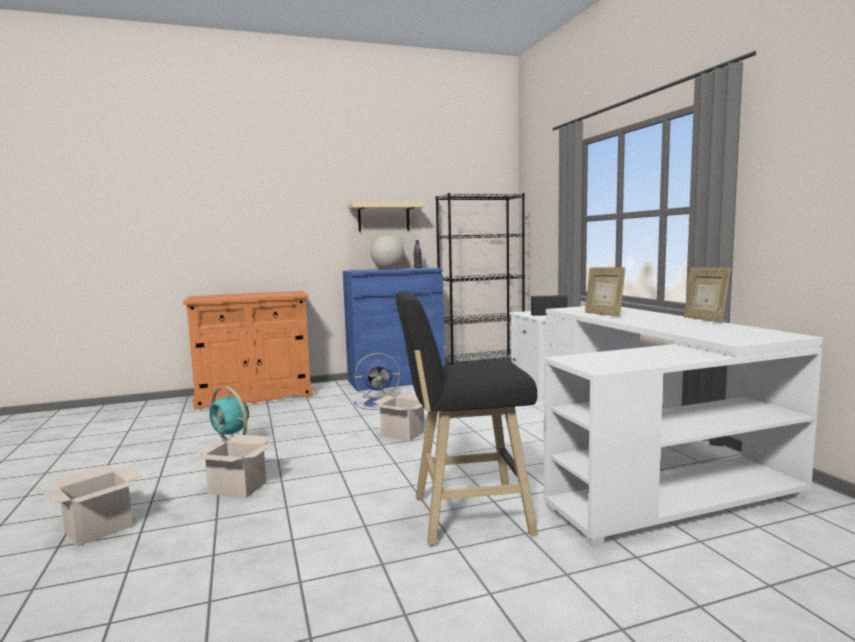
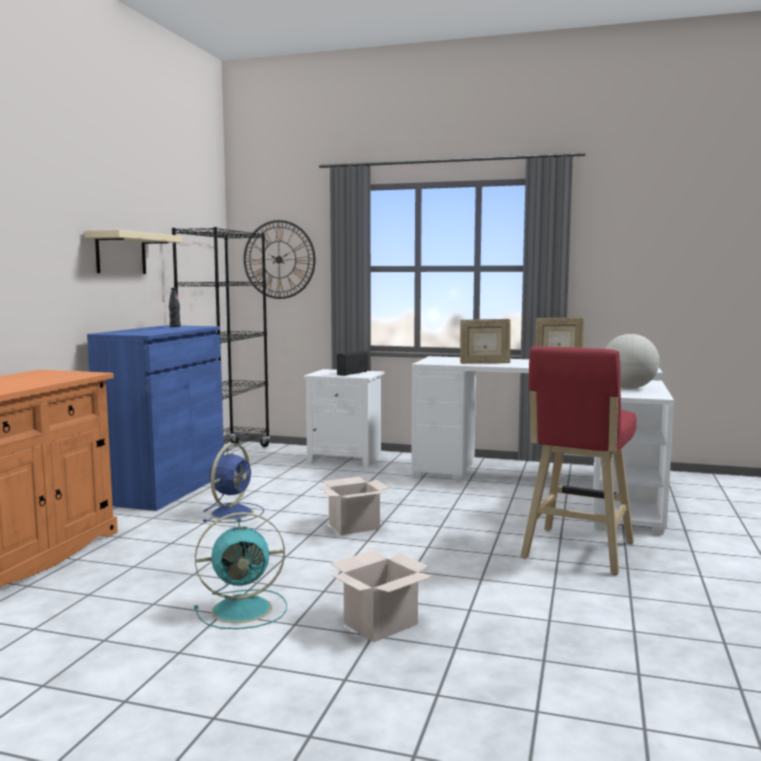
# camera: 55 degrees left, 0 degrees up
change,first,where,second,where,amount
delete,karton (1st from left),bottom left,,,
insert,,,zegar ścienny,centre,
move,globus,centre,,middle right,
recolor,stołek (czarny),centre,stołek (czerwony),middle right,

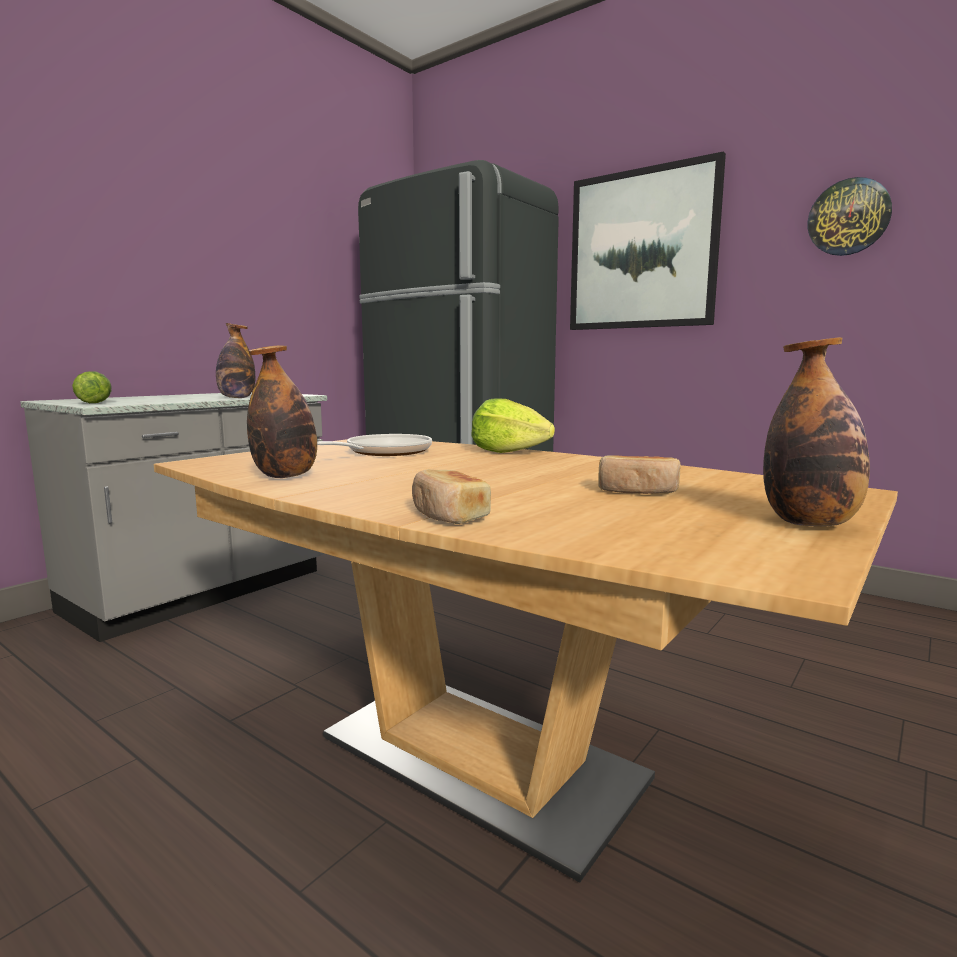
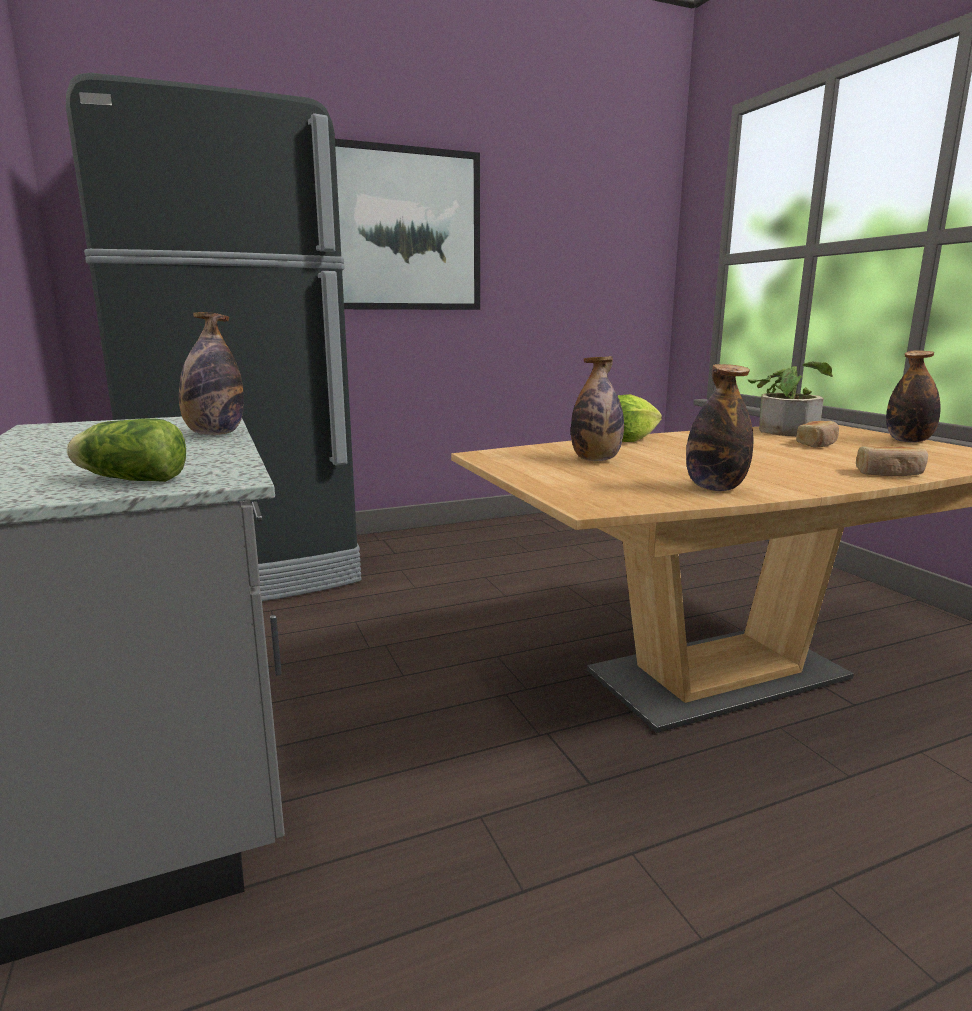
# camera: 60 degrees left, 5 degrees up
change,first,where,second,where,amount
delete,zegar ścienny,top right,,,
insert,,,roślina doniczkowa,middle right,
replace,patelnia,centre,butelka (2nd from left),centre,

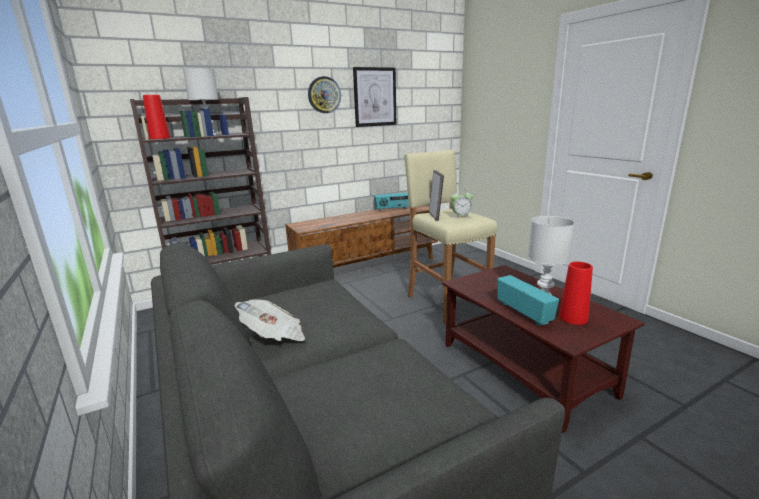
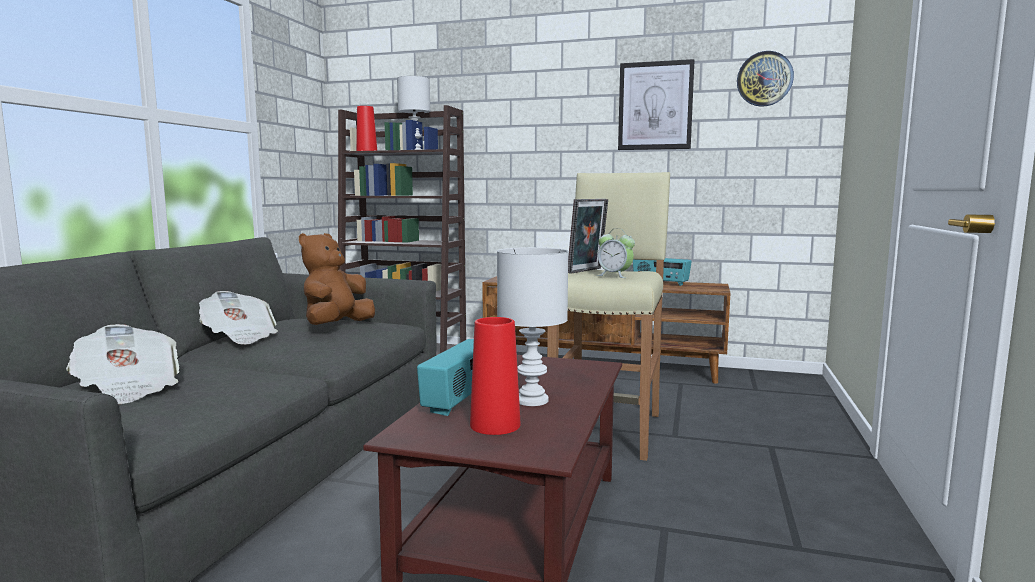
# camera: 45 degrees right, 10 degrees down
change,first,where,second,where,amount
insert,,,gazeta (1st from left),middle left,
insert,,,pluszak (brązowy),middle left,
move,zegar ścienny,top centre,,top right,

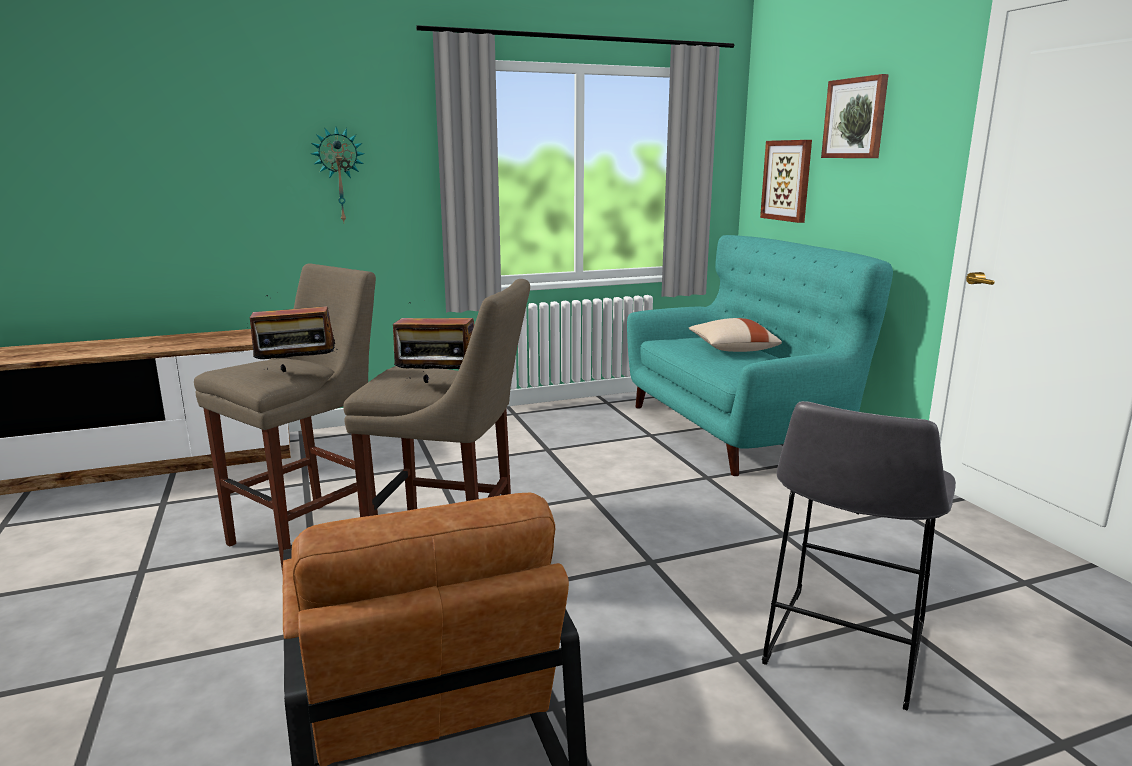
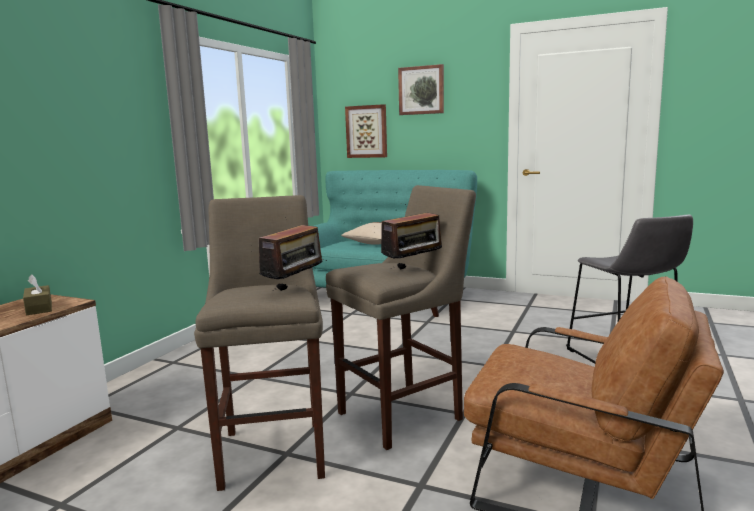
# camera: 45 degrees left, 5 degrees down
change,first,where,second,where,amount
delete,zegar ścienny,top left,,,
insert,,,pudełko chusteczek (brązowy),middle left,

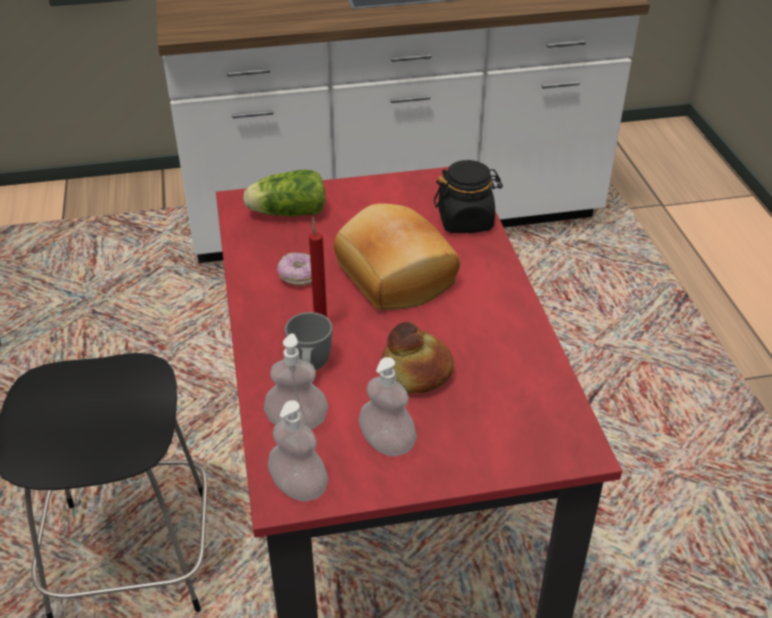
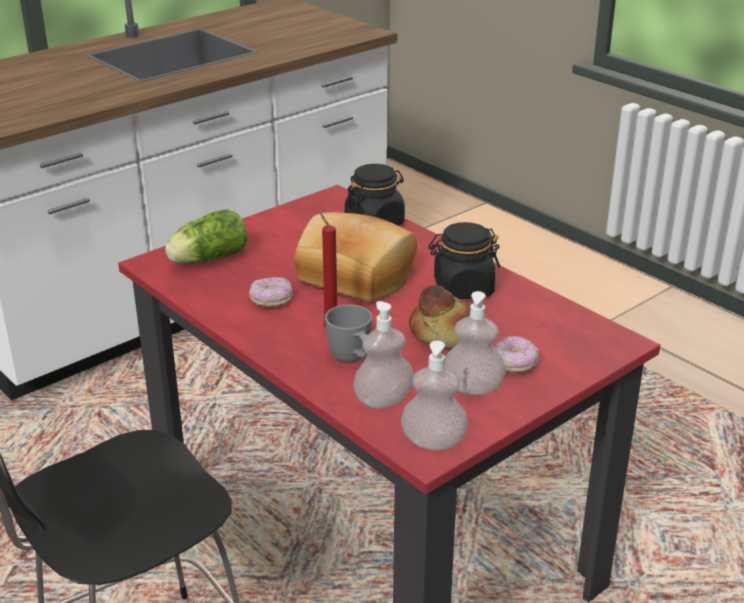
# camera: 30 degrees left, 10 degrees down
change,first,where,second,where,amount
insert,,,słoik (czarny) (2nd from left),centre,
insert,,,donut (2nd from left),middle right,

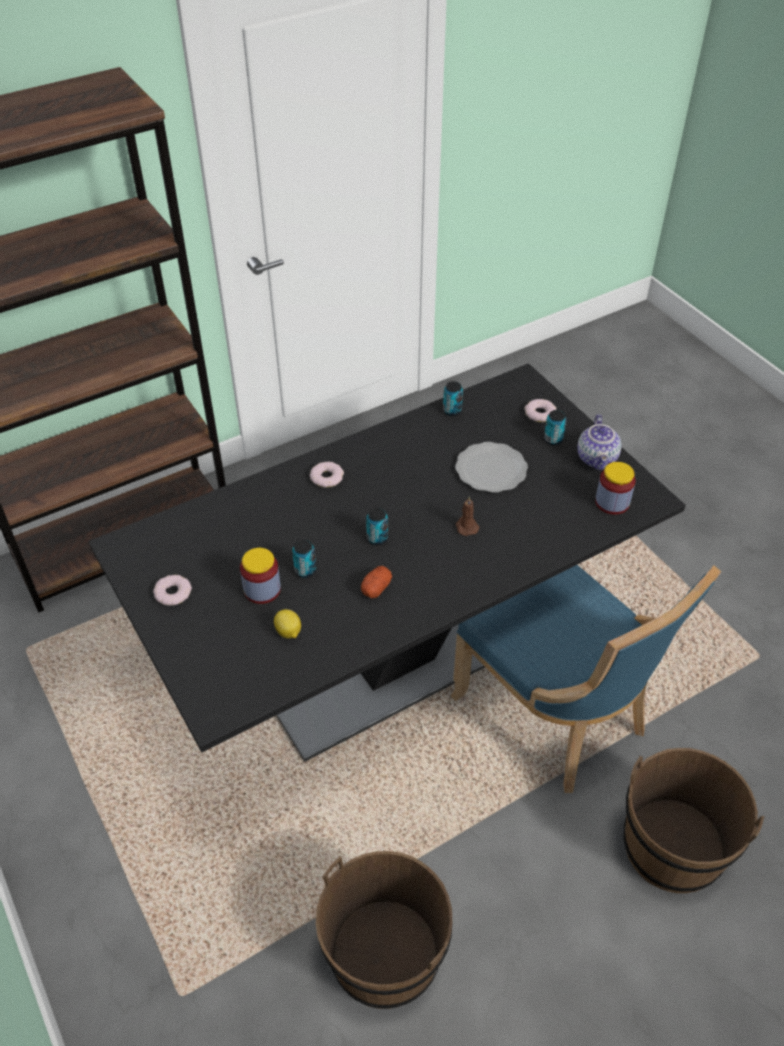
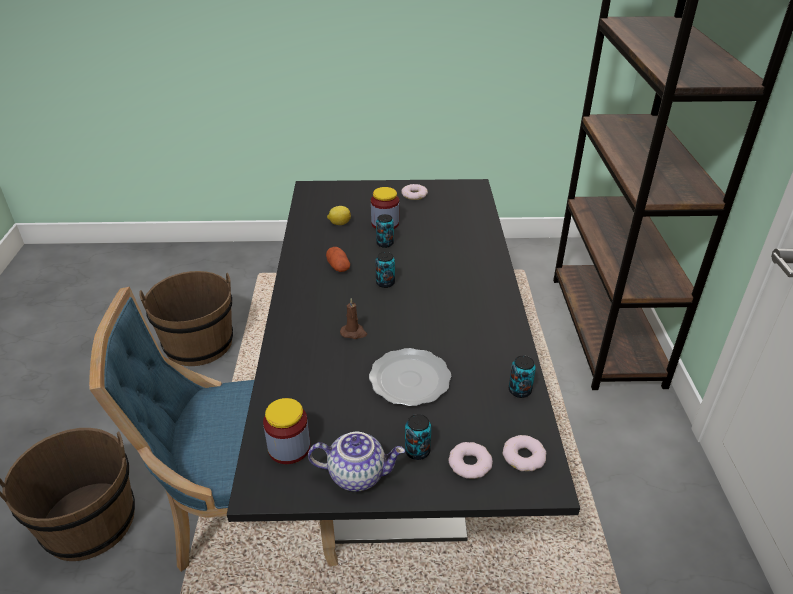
# camera: 120 degrees right, 10 degrees down
change,first,where,second,where,amount
move,donut (2nd from left in the first image),centre,donut (3rd from left),bottom centre,
rotate,imbryk,middle right,,bottom centre,150 degrees clockwise

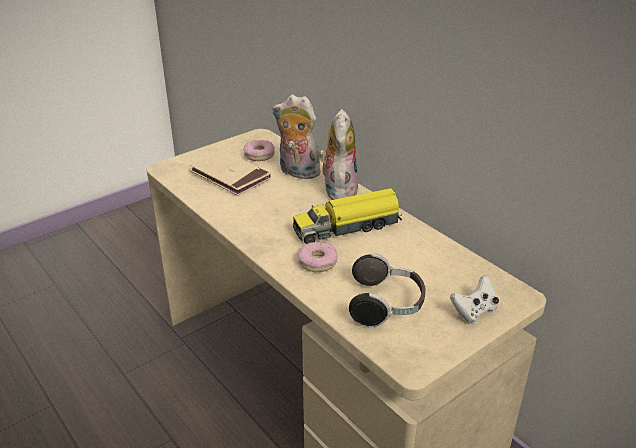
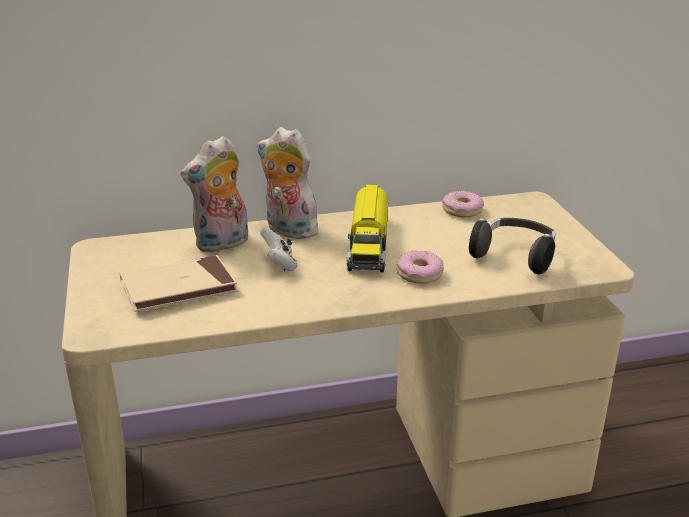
# camera: 65 degrees left, 5 degrees down
change,first,where,second,where,amount
move,donut (1st from left in the first image),centre,donut (2nd from left),middle right,
move,pad do gier (biały),bottom right,,centre,

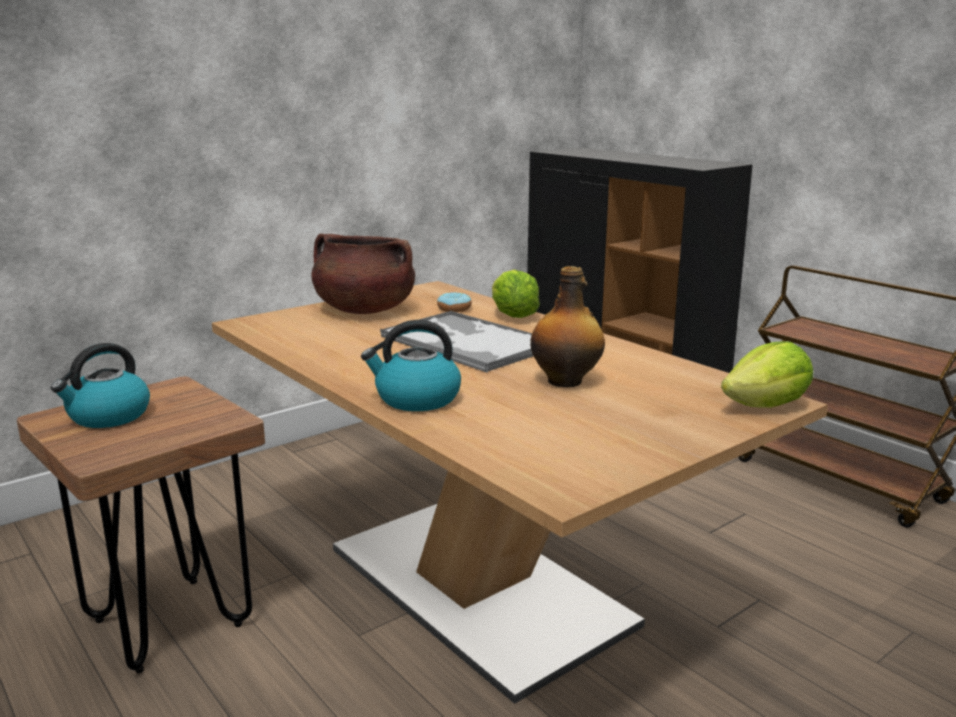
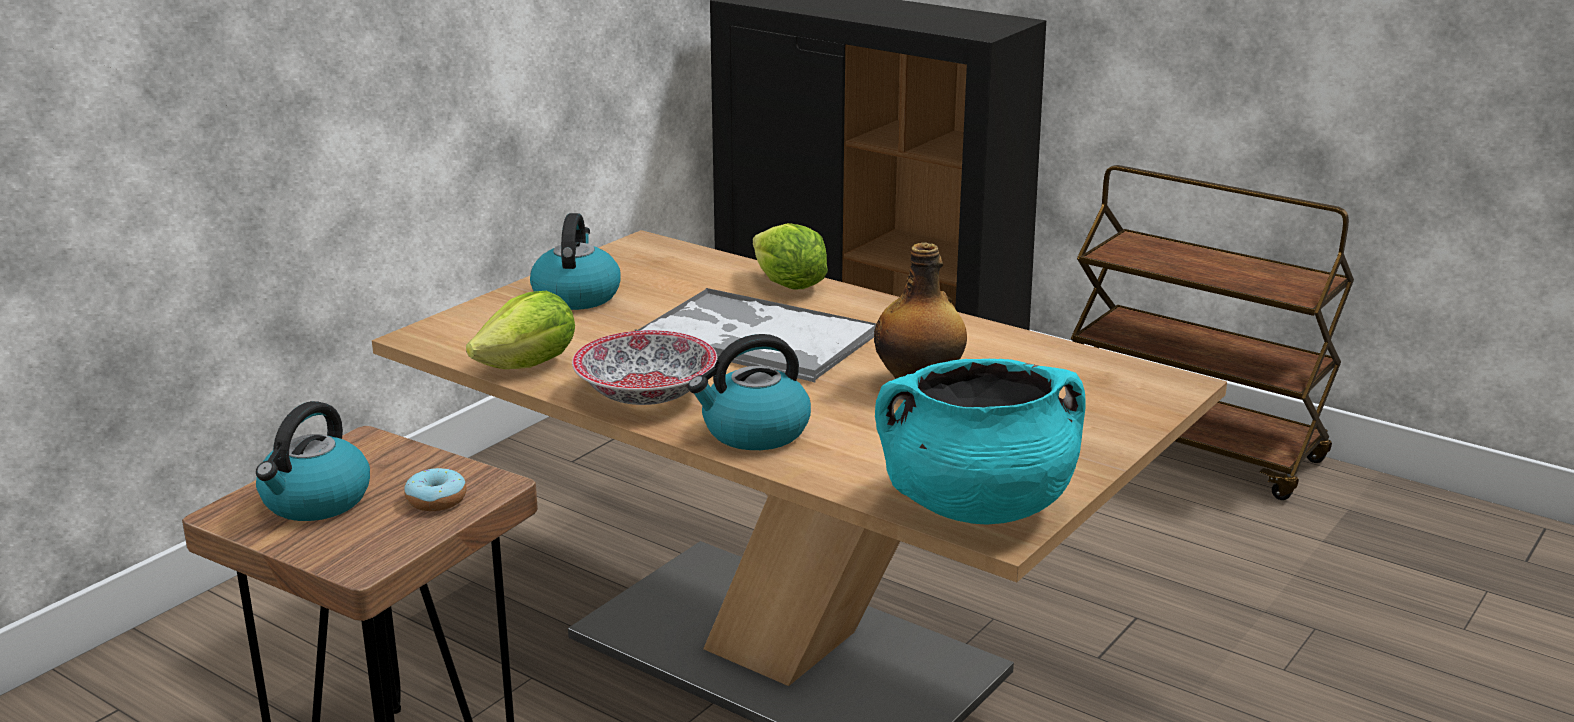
# camera: 15 degrees left, 5 degrees up
change,first,where,second,where,amount
insert,,,miska,centre,
insert,,,garnek (turkusowy),centre,
move,donut,centre,,bottom left,
move,sałata (2nd from left in the first image),middle right,sałata (1st from left),middle left,
replace,garnek (brązowy),centre,czajnik (2nd from left),centre,

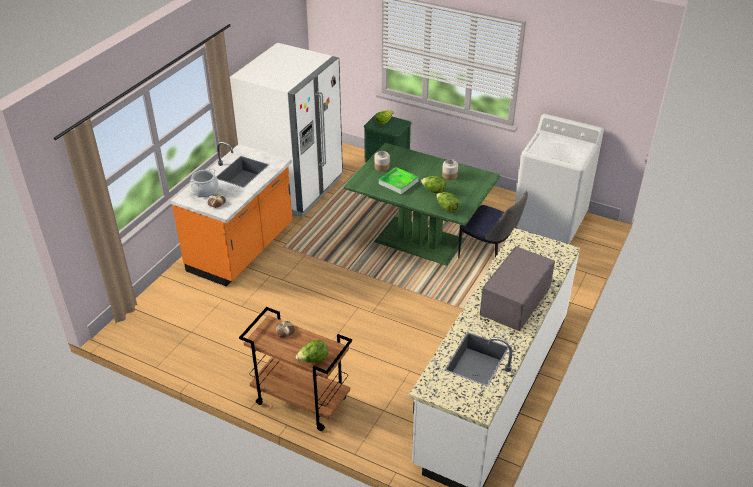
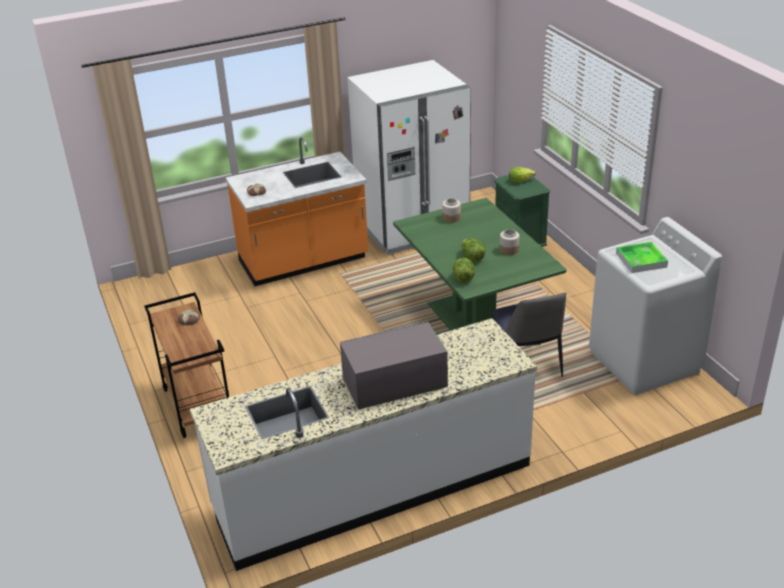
# camera: 40 degrees right, 5 degrees down
change,first,where,second,where,amount
delete,garnek,middle left,,,
delete,sałata (1st from left),bottom centre,,,
move,taca,centre,,middle right,

